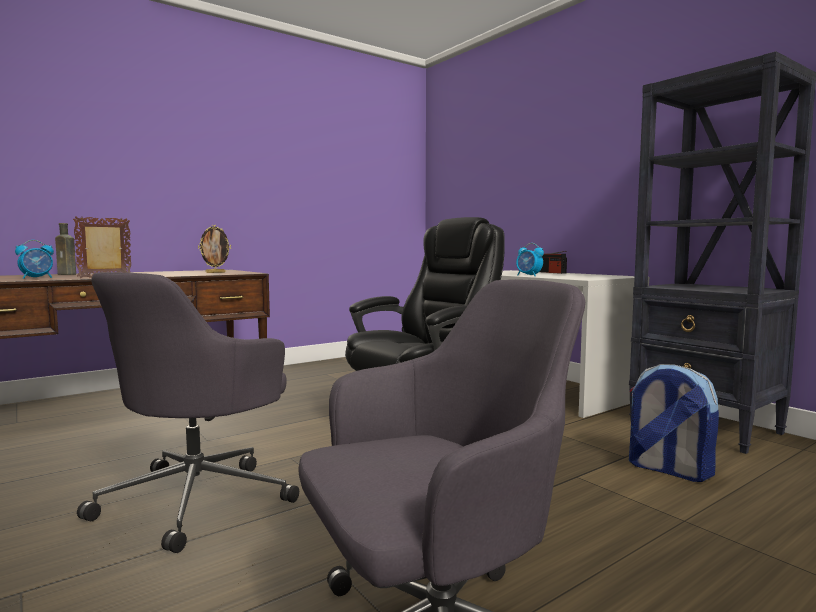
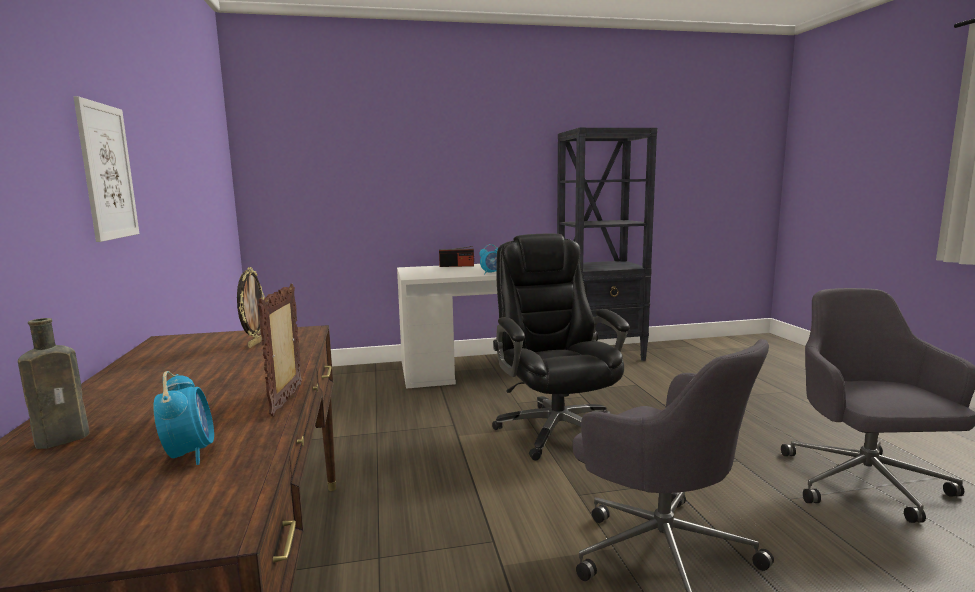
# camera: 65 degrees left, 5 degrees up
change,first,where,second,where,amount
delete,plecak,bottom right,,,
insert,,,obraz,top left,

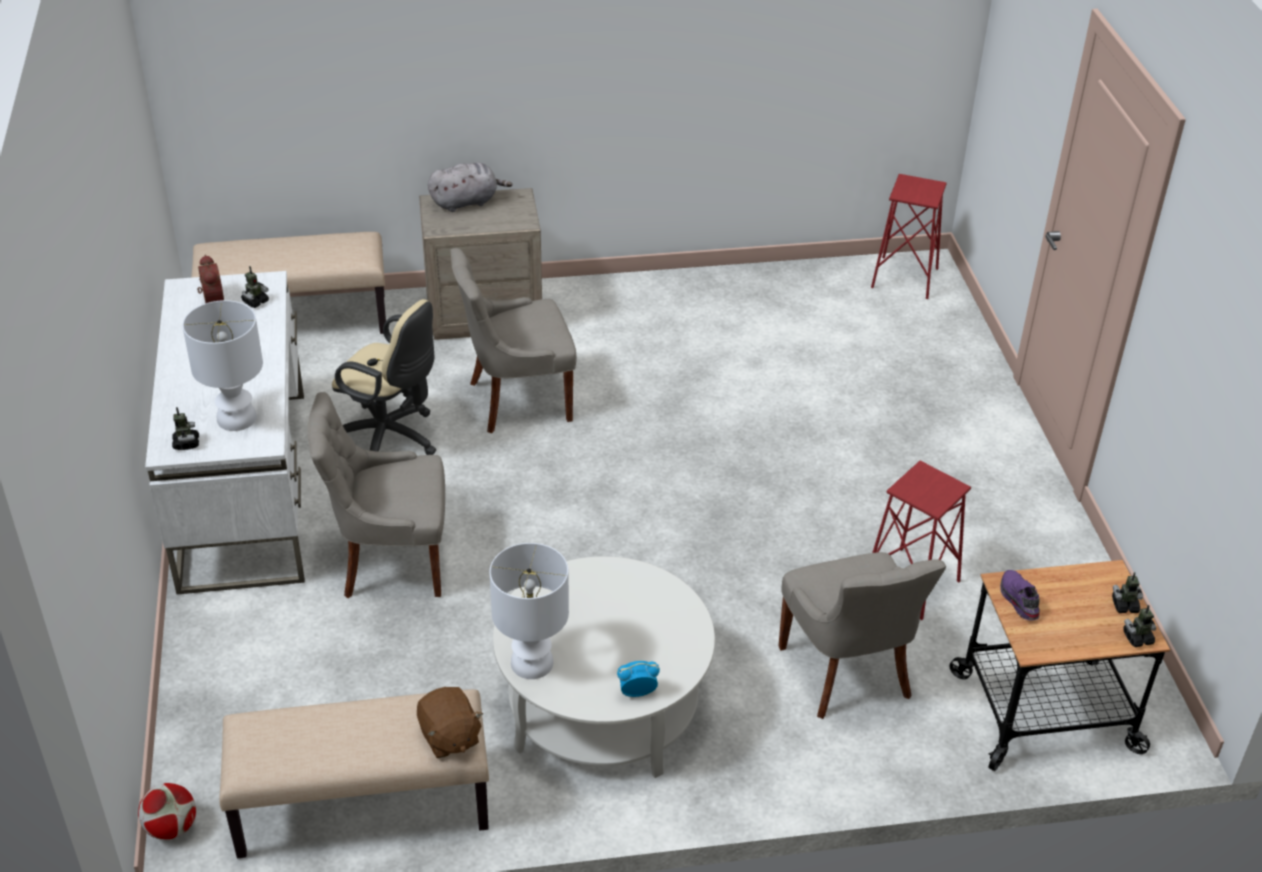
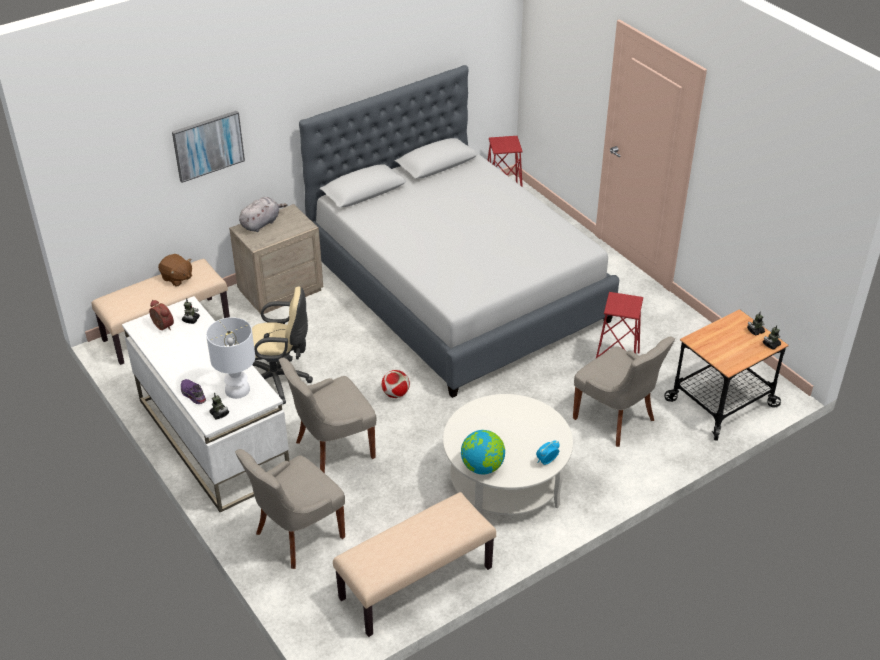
# camera: 25 degrees left, 0 degrees up
change,first,where,second,where,amount
insert,,,obraz,top left,
insert,,,łóżko (szary),centre,
move,piłka futbolowa,bottom left,,centre,
move,pluszak (brązowy),bottom centre,,middle left,
move,krzesło (szary) (2nd from left in the first image),centre,krzesło (szary) (1st from left),bottom left,
move,but (fioletowy),bottom right,,middle left,
replace,lampa stołowa (biały) (2nd from left),bottom centre,globus,bottom centre,

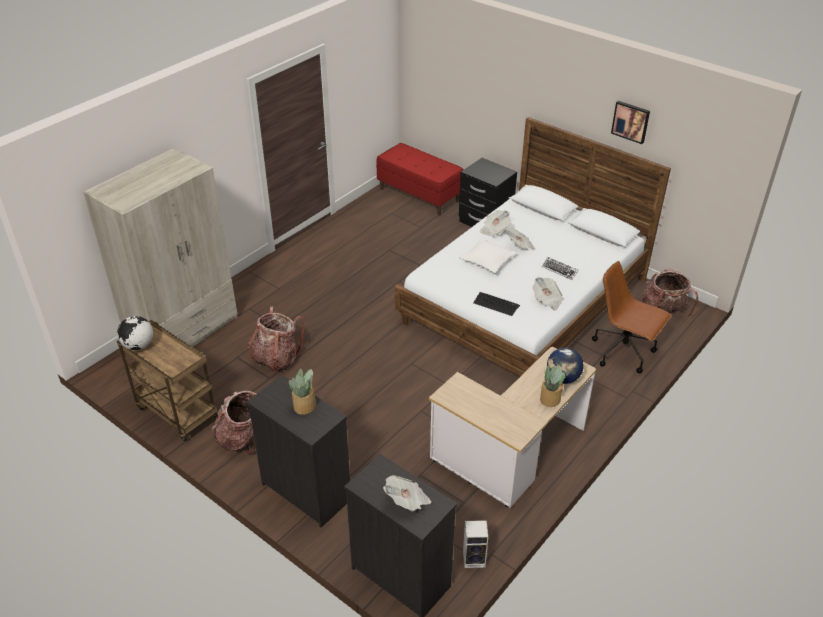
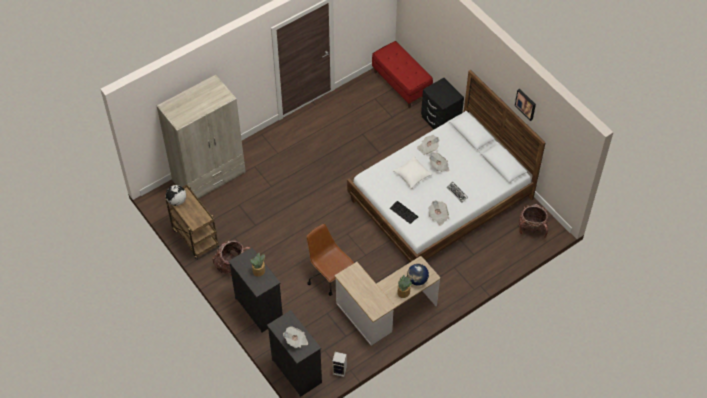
# camera: 15 degrees right, 15 degrees up
change,first,where,second,where,amount
delete,plecak (2nd from left),centre,,,
move,krzesło biurowe (brązowy),middle right,,centre,

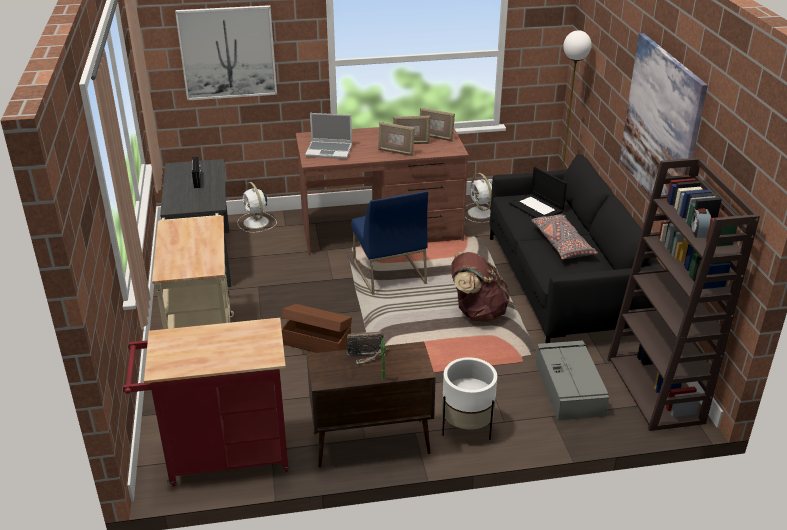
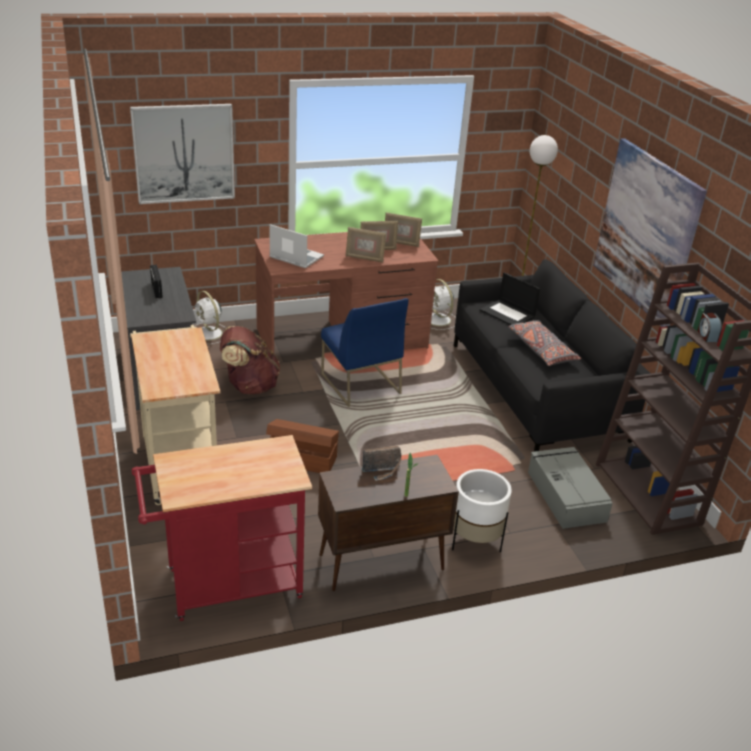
# camera: 10 degrees left, 0 degrees up
change,first,where,second,where,amount
move,plecak (brązowy),centre,,middle left,
rotate,laptop (1st from left),top centre,,top centre,150 degrees counterclockwise

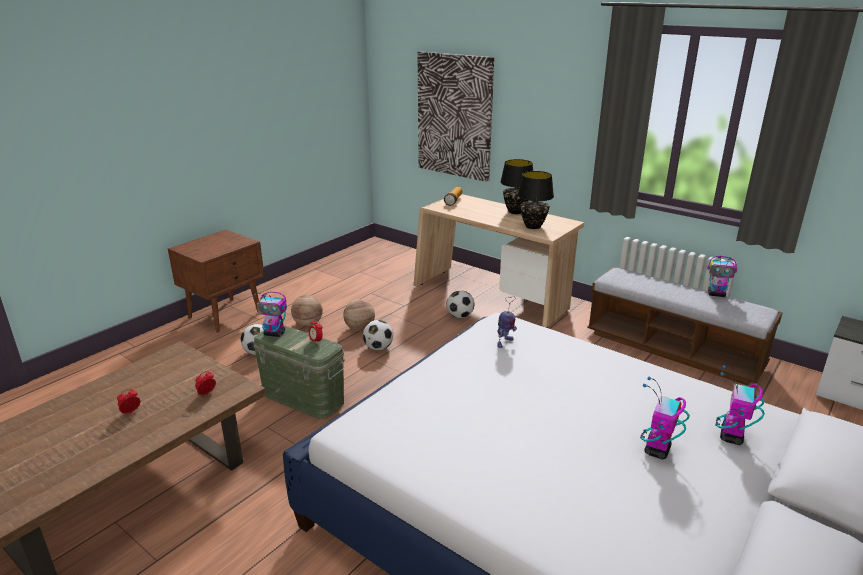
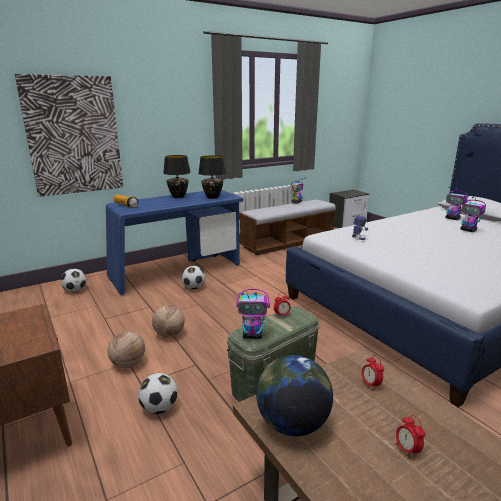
# camera: 70 degrees left, 5 degrees down
change,first,where,second,where,amount
insert,,,globus,bottom centre,
move,piłka futbolowa (2nd from left in the first image),centre,piłka futbolowa (1st from left),middle left,
recolor,biurko (beżowy),centre,biurko (niebieski),centre,
rotate,robot zabawkowy (1st from left),middle left,,centre,60 degrees clockwise

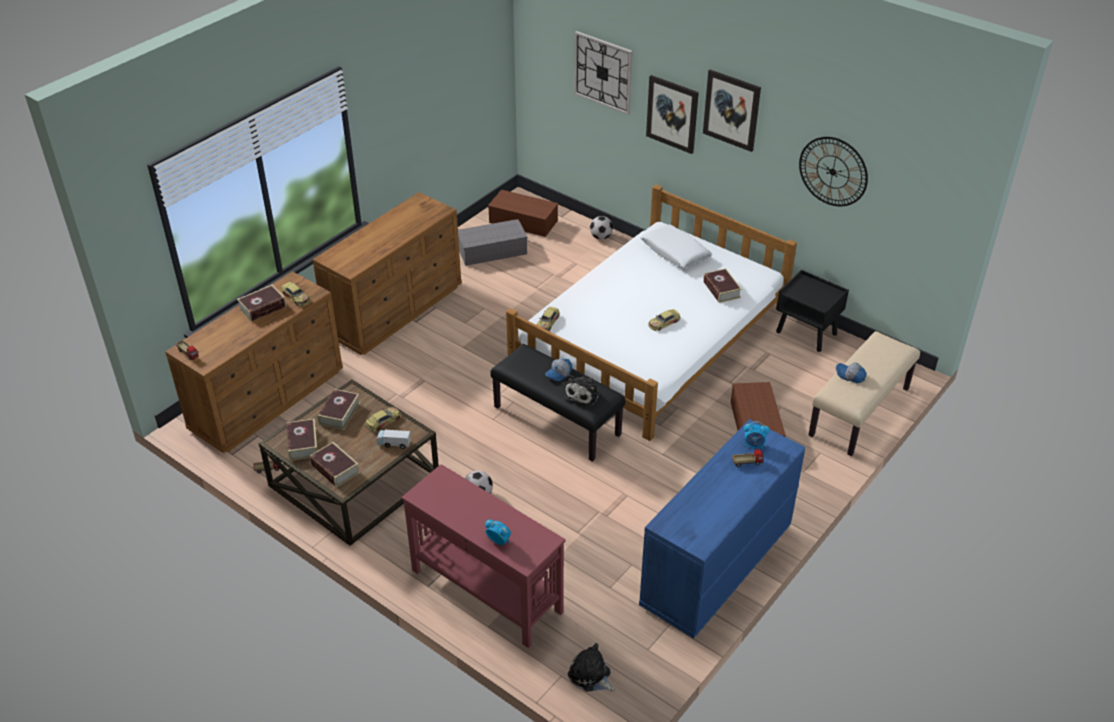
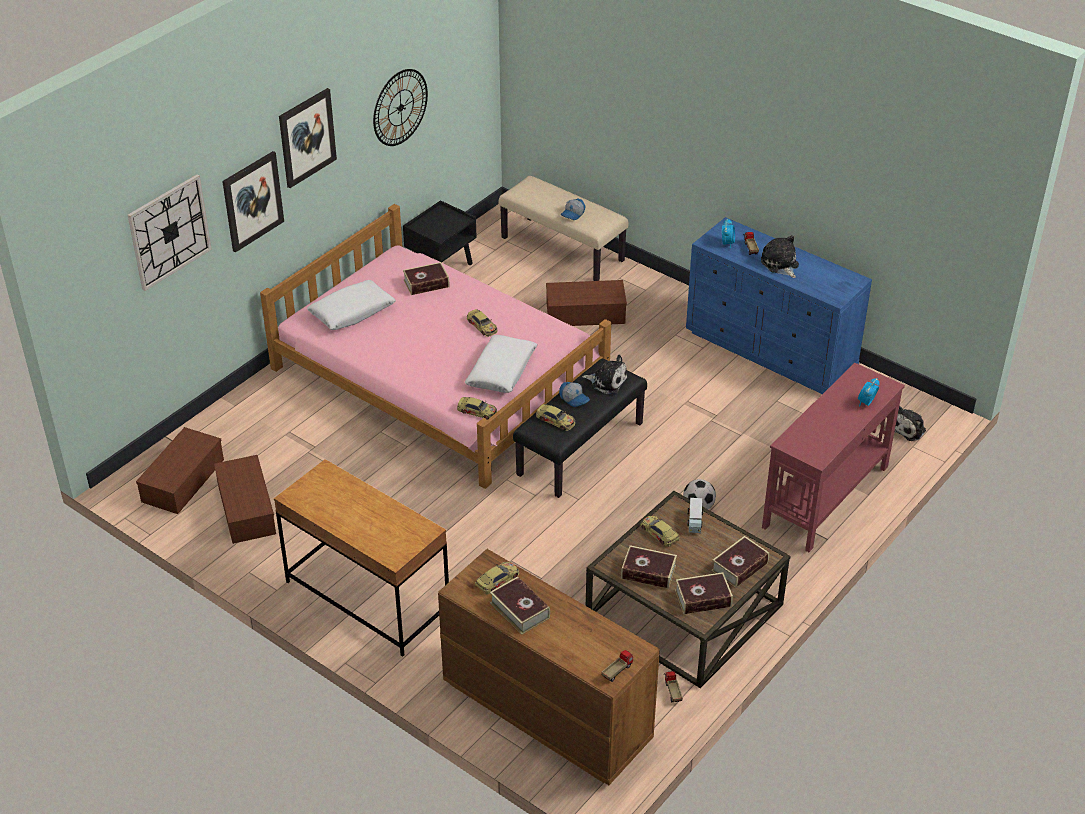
# camera: 90 degrees left, 0 degrees up
change,first,where,second,where,amount
delete,piłka futbolowa (2nd from left),top centre,,,
insert,,,poduszka (biały) (2nd from left),centre,
insert,,,samochodzik (4th from left),centre,
insert,,,pluszak (2nd from left),top right,
replace,komoda (brązowy) (2nd from left),centre,biurko (brązowy),bottom left,
recolor,pojemnik do przechowywania (szary),centre,pojemnik do przechowywania (brązowy) (2nd from left),middle left,
recolor,łóżko (biały),centre,łóżko (różowy),centre,

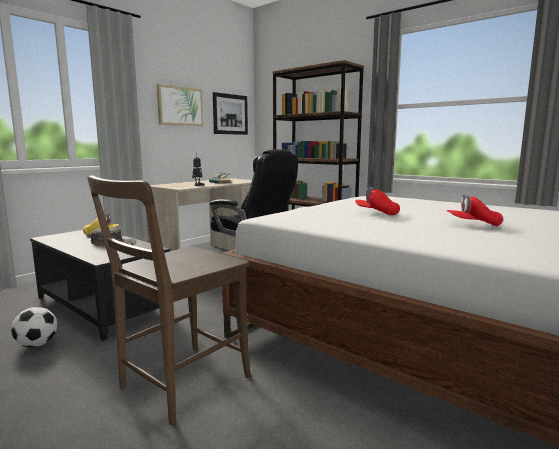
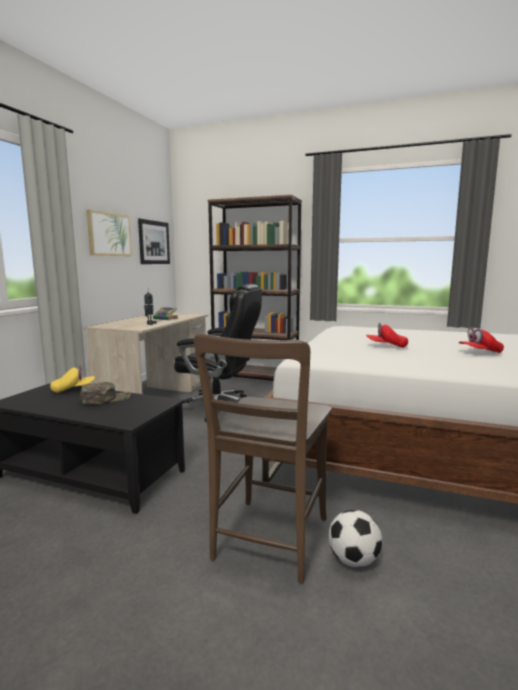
# camera: 20 degrees left, 0 degrees up
change,first,where,second,where,amount
move,piłka futbolowa,bottom left,,bottom right,

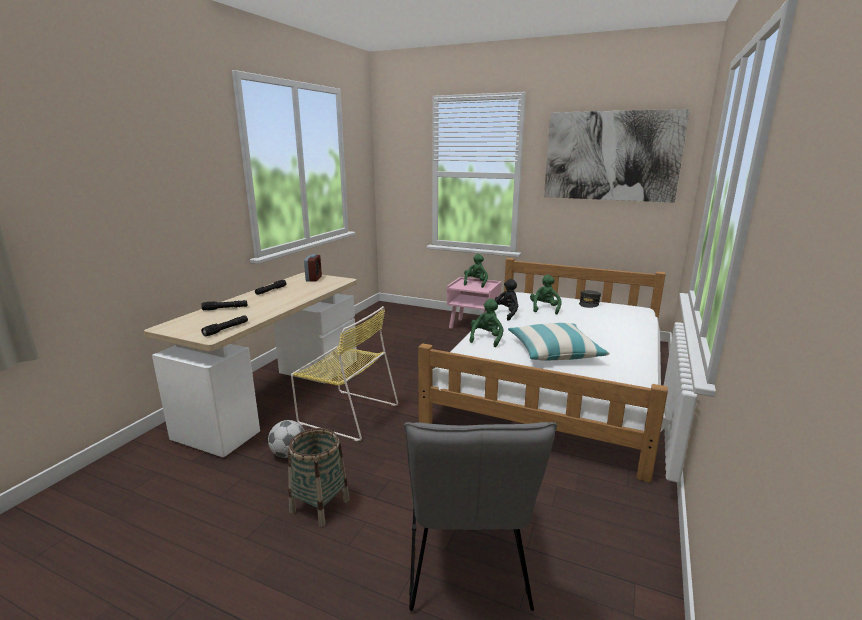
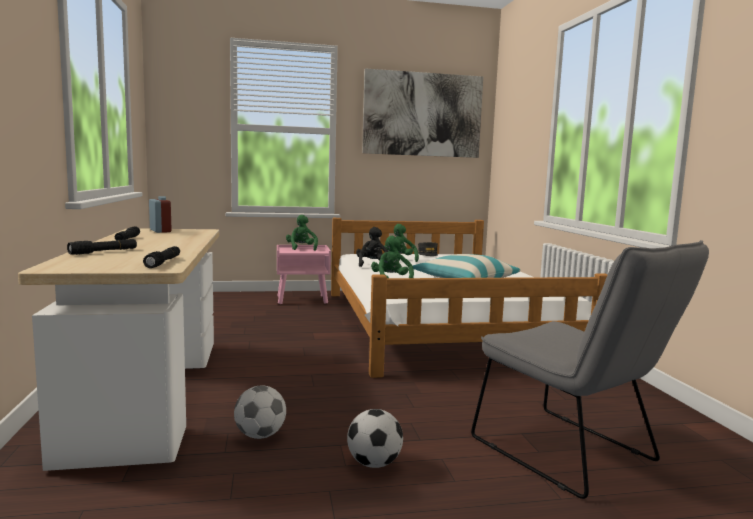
# camera: 35 degrees left, 10 degrees down
change,first,where,second,where,amount
delete,krzesło (żółty),centre,,,
replace,koszyk,bottom centre,piłka futbolowa (2nd from left),bottom centre,

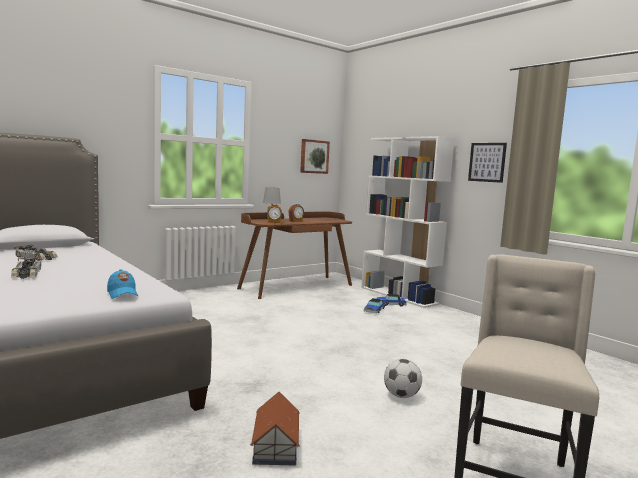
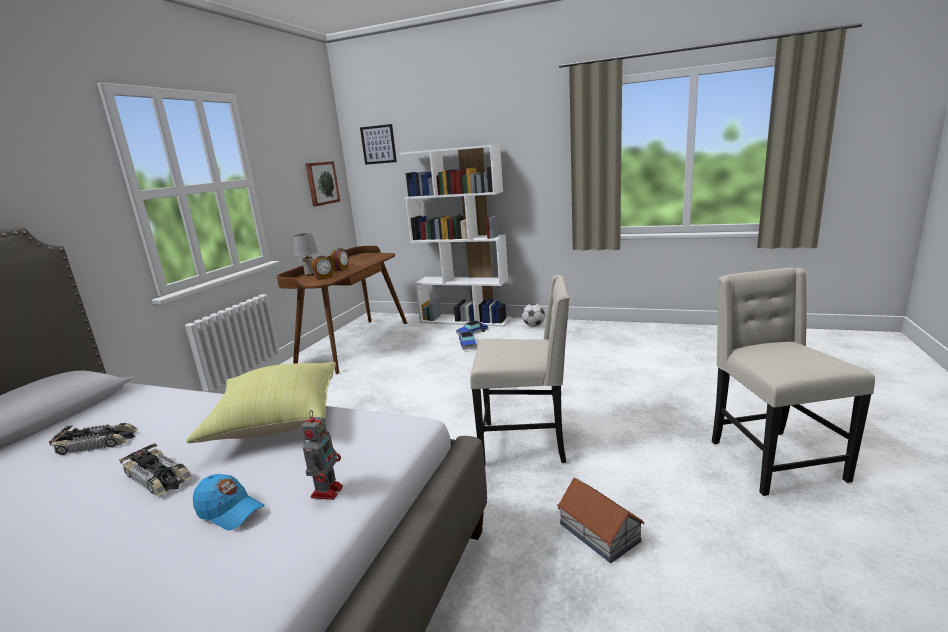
# camera: 30 degrees left, 10 degrees up
change,first,where,second,where,amount
insert,,,poduszka (żółty),middle left,
insert,,,robot zabawkowy,bottom centre,
insert,,,krzesło (beżowy) (1st from left),centre,
move,czapka z daszkiem (niebieski),middle left,,bottom left,
move,piłka futbolowa,bottom centre,,centre,
move,obraz (2nd from left),middle right,,top centre,

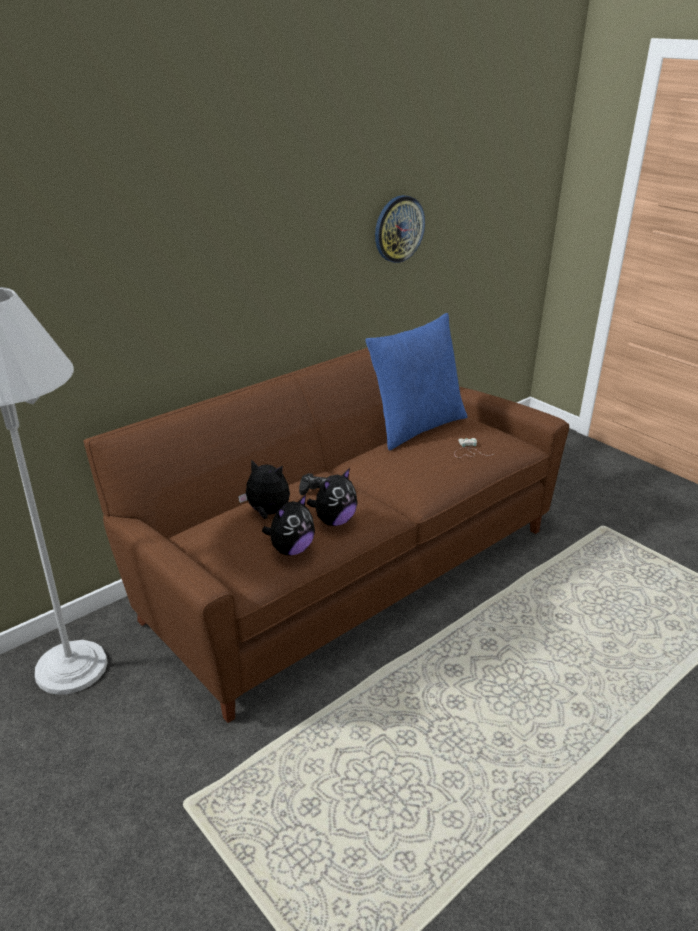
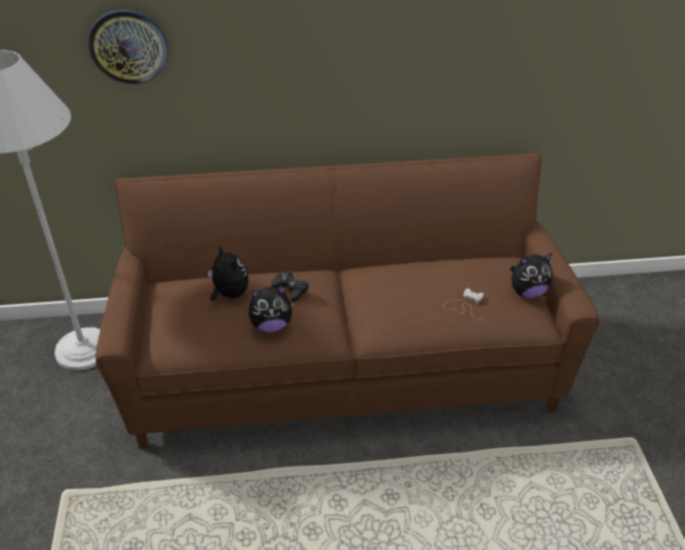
# camera: 35 degrees right, 10 degrees up
change,first,where,second,where,amount
delete,poduszka (niebieski),centre,,,
move,pluszak (2nd from left in the first image),centre,pluszak (3rd from left),middle right,
move,zegar ścienny,top centre,,top left,

